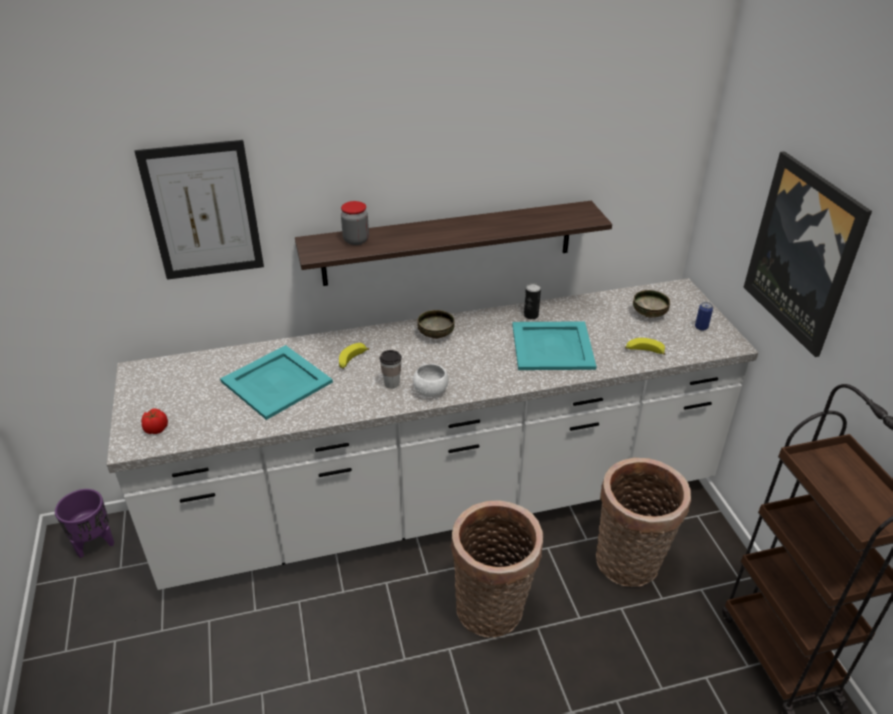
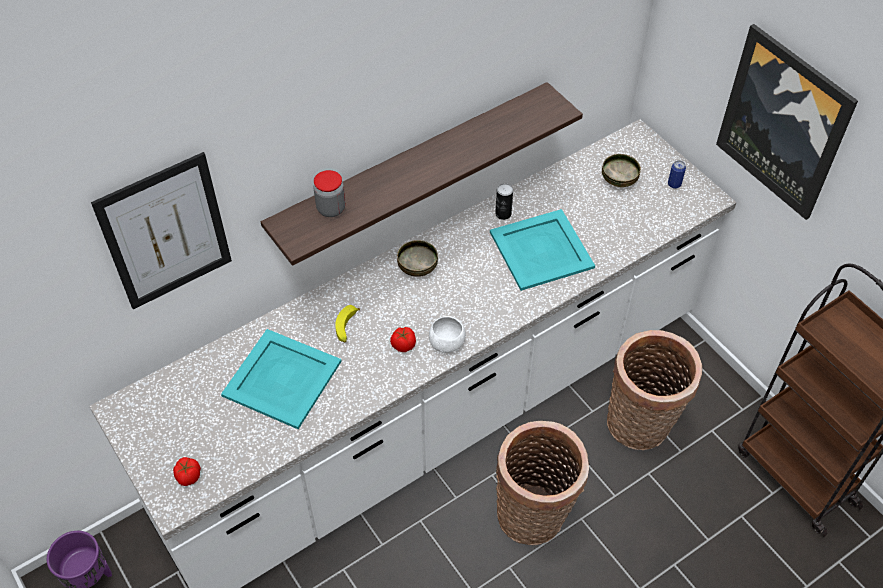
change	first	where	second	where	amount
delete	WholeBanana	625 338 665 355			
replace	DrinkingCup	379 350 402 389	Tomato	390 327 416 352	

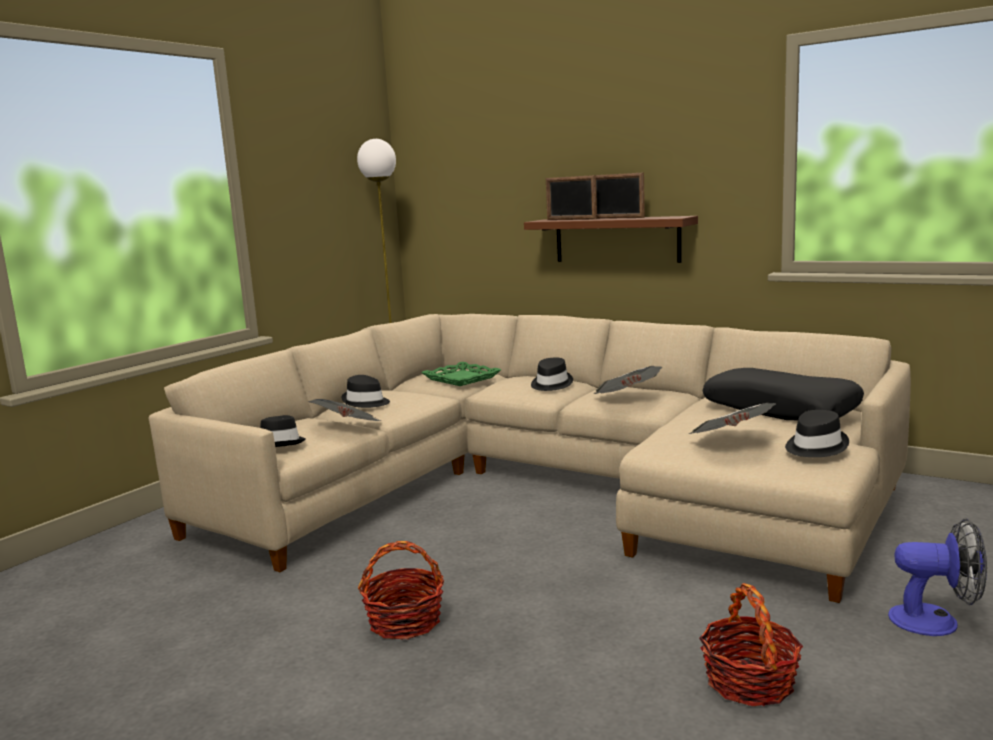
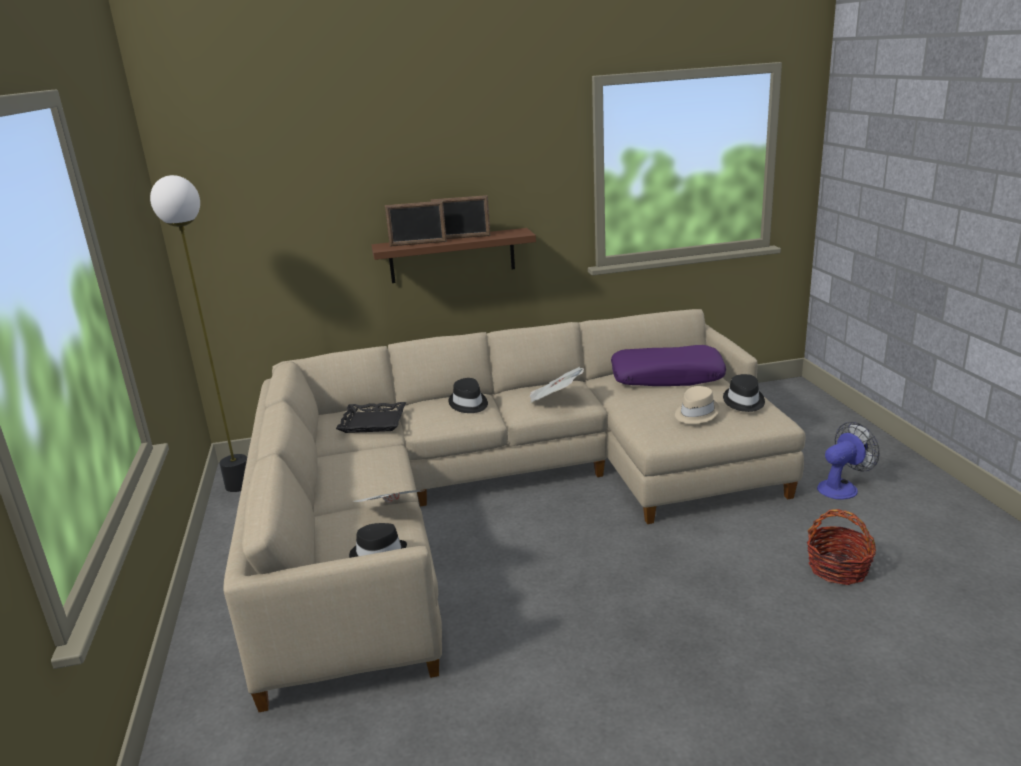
change	first	where	second	where	amount
delete	BlackColouredWearableHat	342 375 390 408			
delete	Basket	358 541 444 640			
replace	Newspaper	689 403 776 434	BeigeColouredWearableHat	675 386 719 424	
recolor	GreenColouredCarryingTray	421 362 501 386	BlackColouredCarryingTray	336 402 406 433	
recolor	BlackColouredPillow	703 368 864 420	PurplePillow	611 345 726 386	

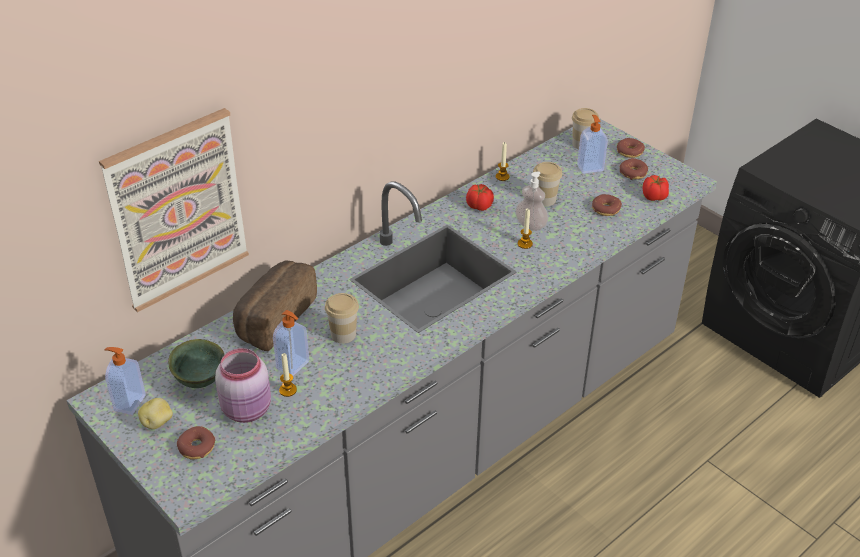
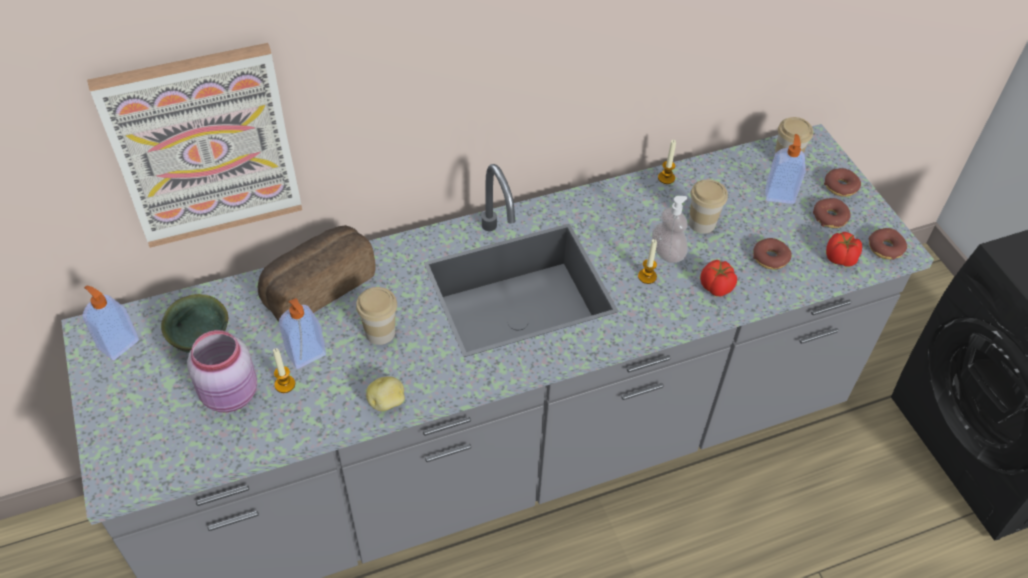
change	first	where	second	where	amount
move	WholePotato	138 398 173 429		366 376 405 411	
move	Doughnut	177 426 215 459		868 228 907 260	
move	Tomato	466 184 494 211		700 260 737 296	

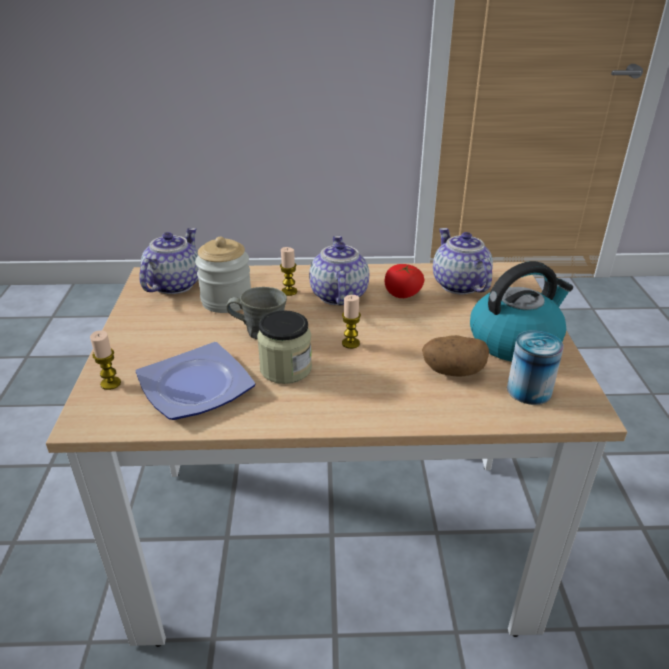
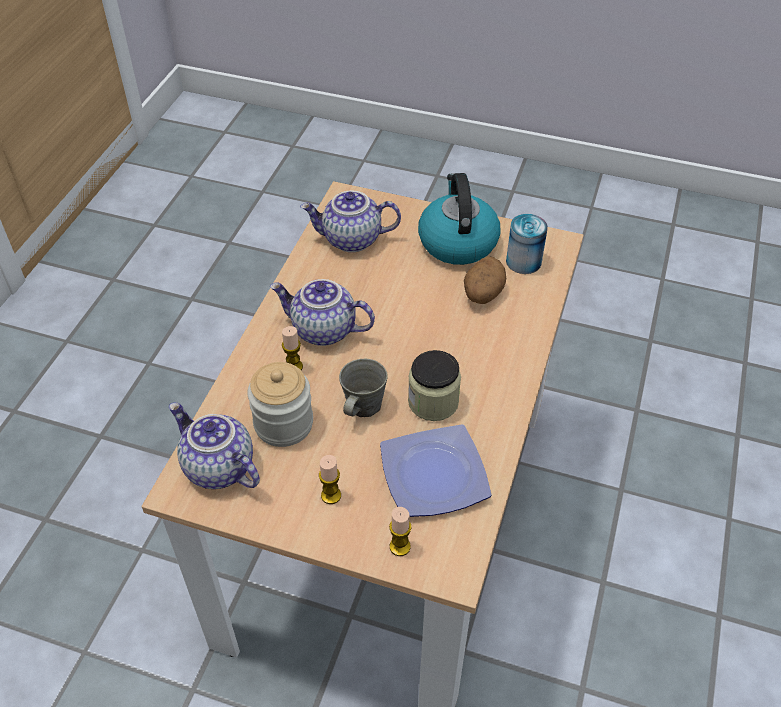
change	first	where	second	where	amount
delete	Tomato	385 264 424 298			
move	WaxCandle	342 295 361 349		319 455 341 504	

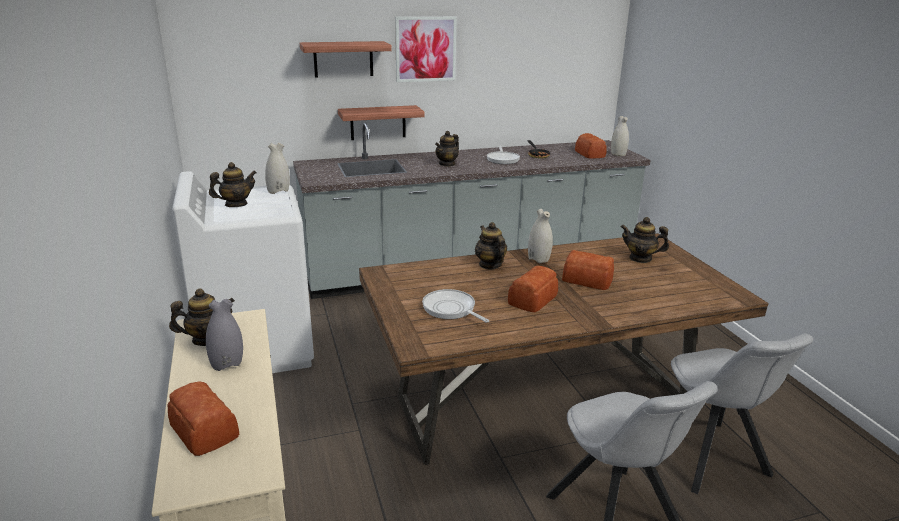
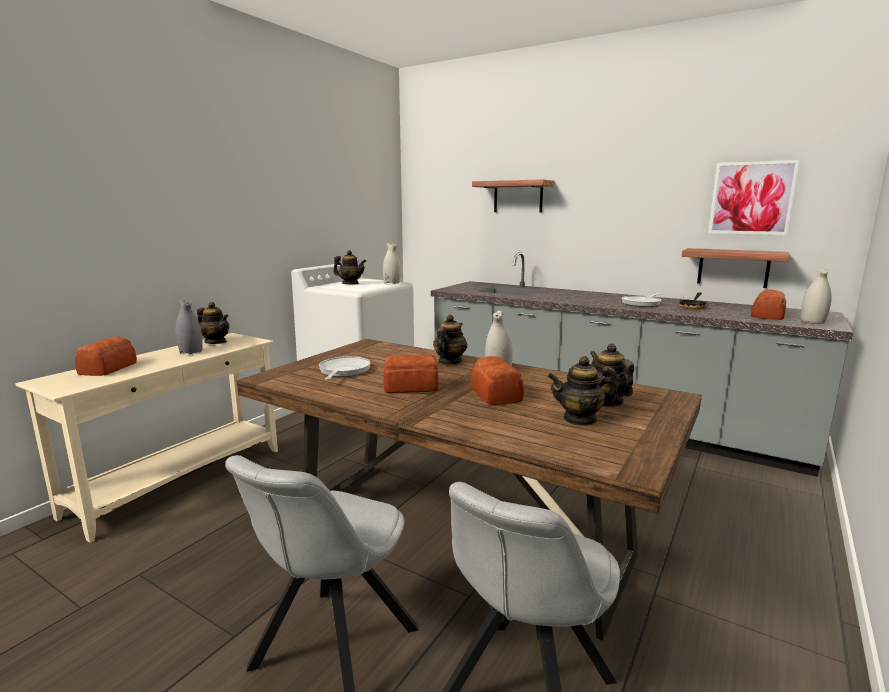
change	first	where	second	where	amount
move	BracketShelf	338 105 425 140		682 248 789 288	
move	Picture	395 17 457 82		708 160 800 235	
move	TeaPot	435 131 459 167		547 356 618 426	

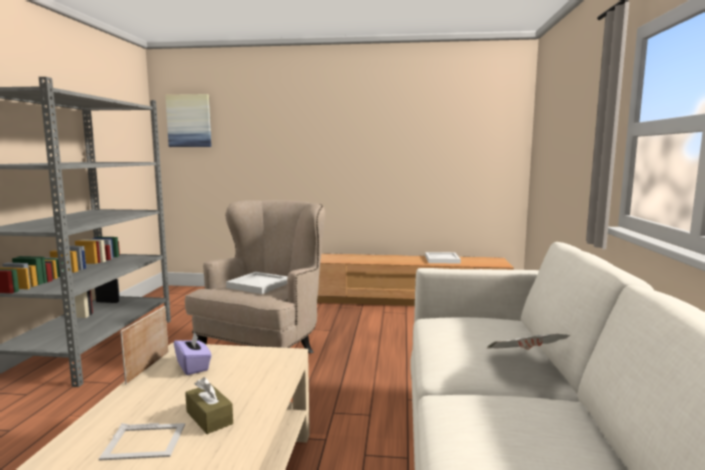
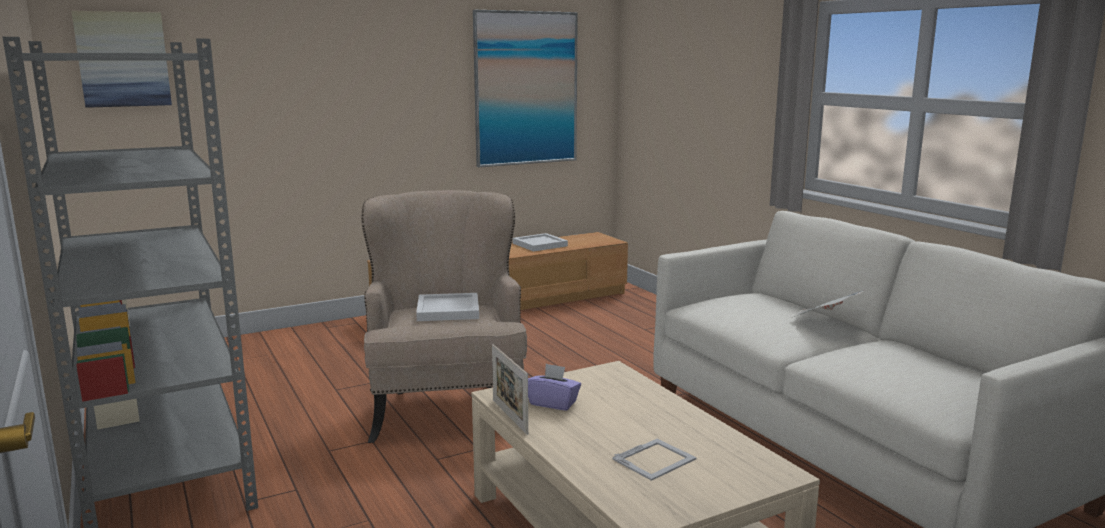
change	first	where	second	where	amount
delete	BrownColouredTissueBox	185 377 233 434			
insert			Picture	473 10 578 167	

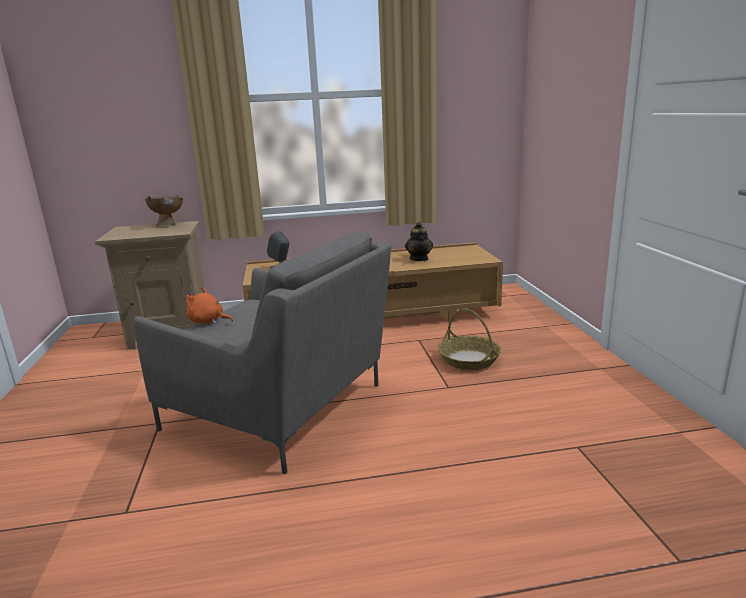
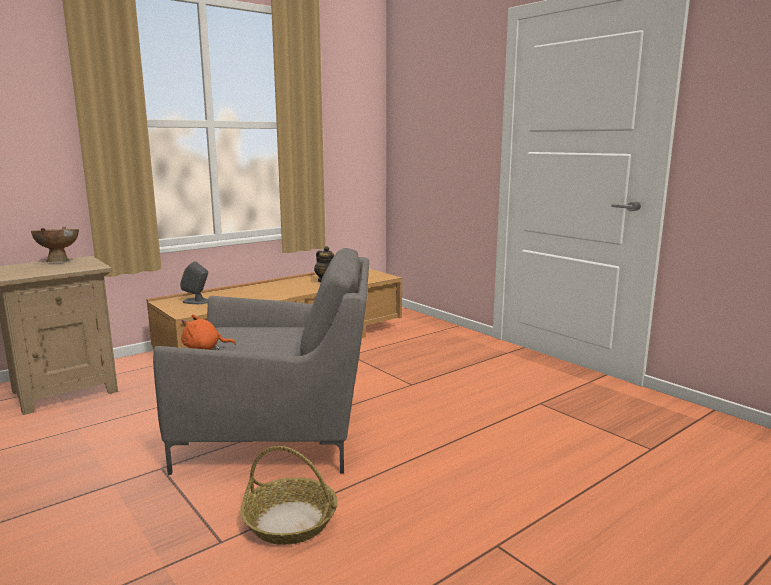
change	first	where	second	where	amount
move	Basket	438 309 502 370		240 446 338 545	

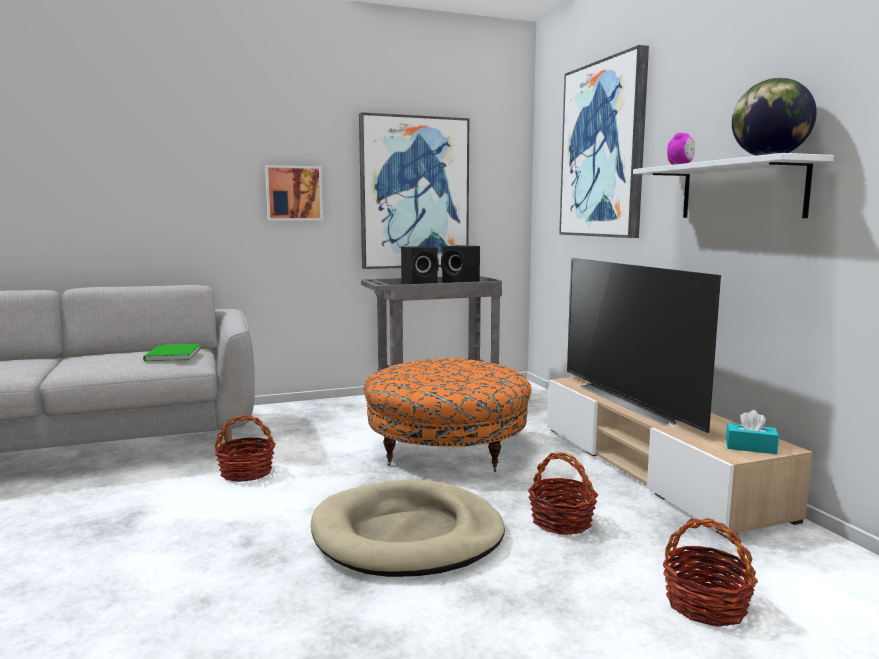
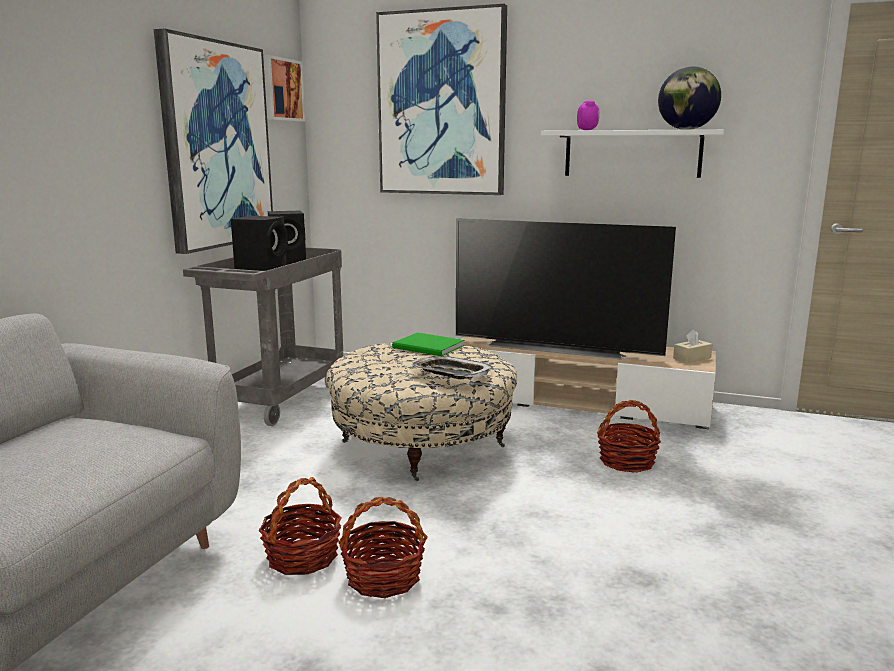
change	first	where	second	where	amount
delete	BeigeColouredDogCushion	311 479 505 577			
insert			CarryingTray	411 356 491 379	
move	GreenColouredVolume	143 344 200 361		392 333 465 356	
move	Picture	265 165 323 221		263 55 305 122	
move	Basket	663 518 758 627		338 497 428 598	
recolor	OrangeColouredFootrest	364 358 532 472	BeigeColouredFootrest	326 343 517 481	
recolor	TurquoiseTissueBox	726 410 779 454	BeigeColouredTissueBox	673 329 713 363	

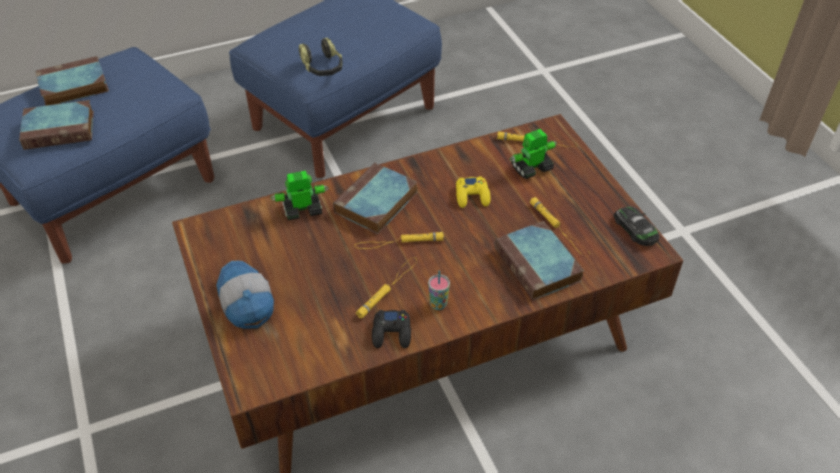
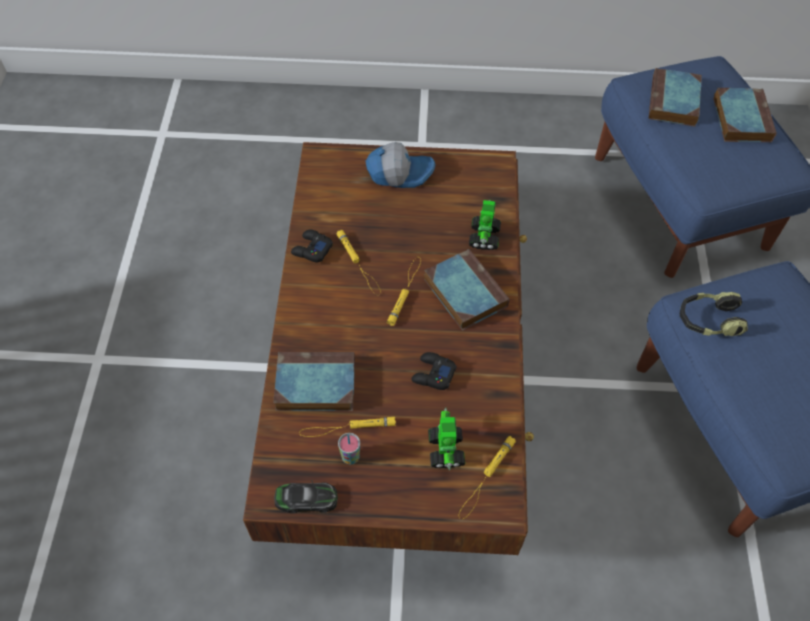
change	first	where	second	where	amount
move	DrinkingCup	428 270 450 310		338 433 360 464	
recolor	YellowishGameController	456 176 491 208	BlackColouredGameController	411 352 457 390	

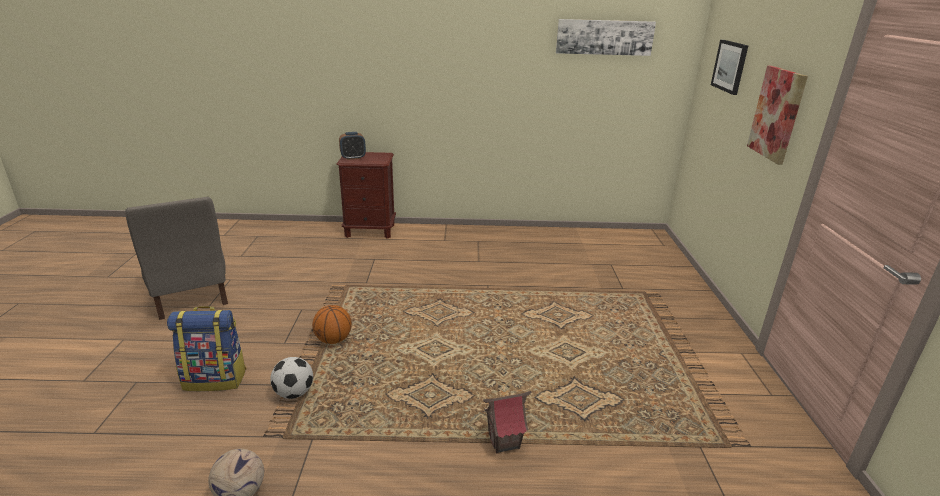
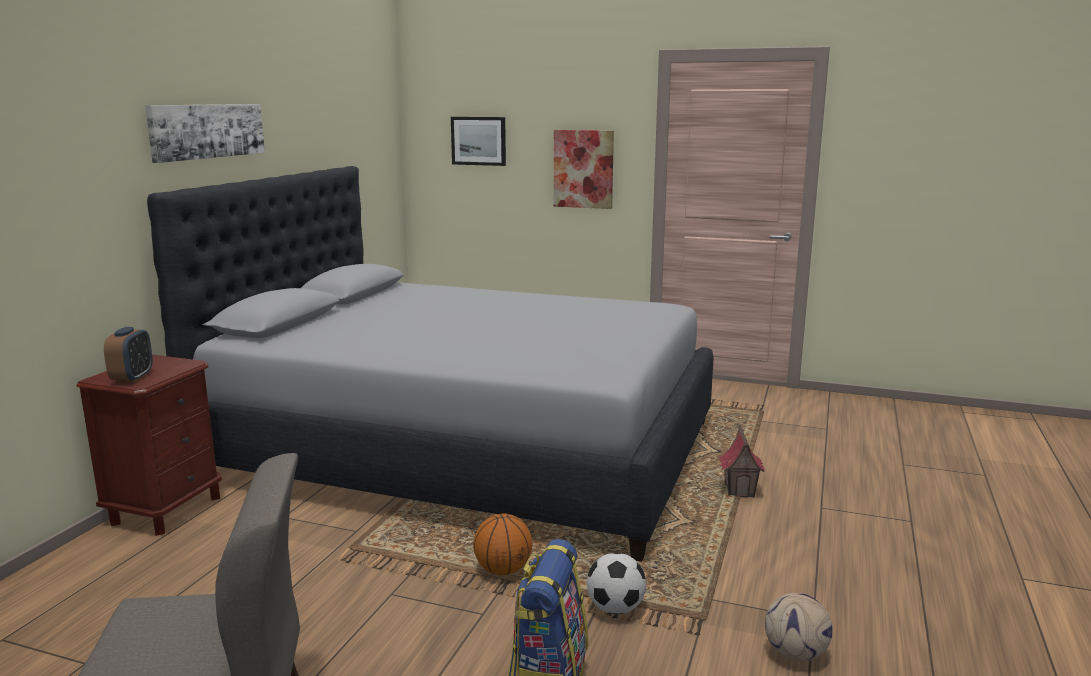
change	first	where	second	where	amount
insert			GraySleepingBed	147 166 714 562	
move	Picture	556 19 656 56		145 104 265 163	

